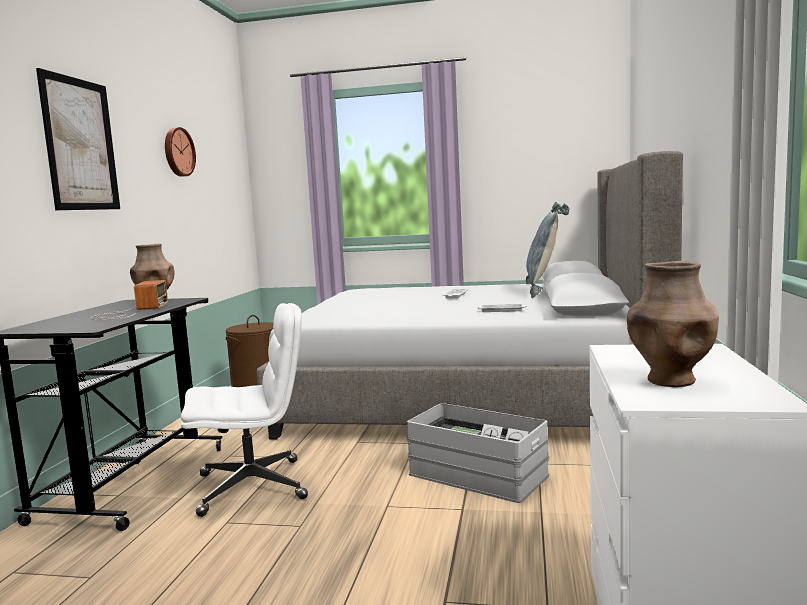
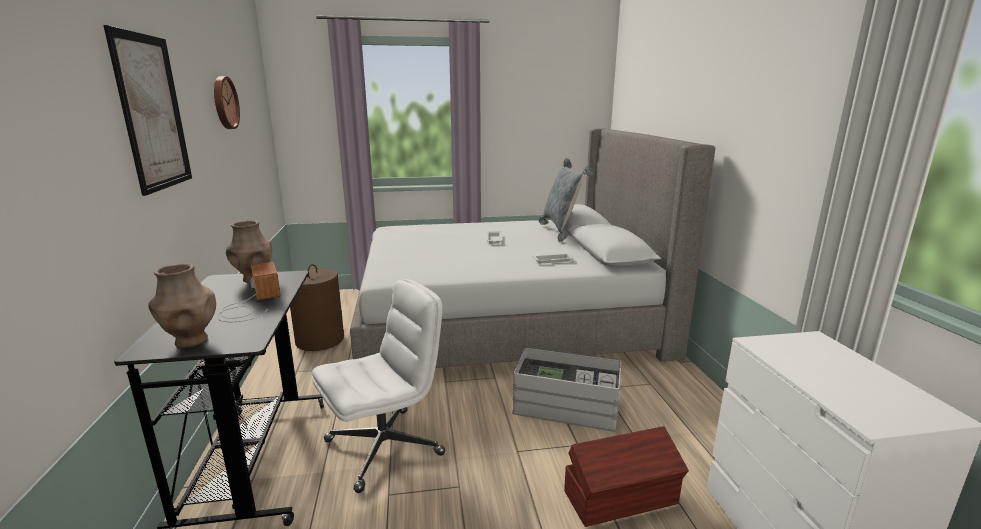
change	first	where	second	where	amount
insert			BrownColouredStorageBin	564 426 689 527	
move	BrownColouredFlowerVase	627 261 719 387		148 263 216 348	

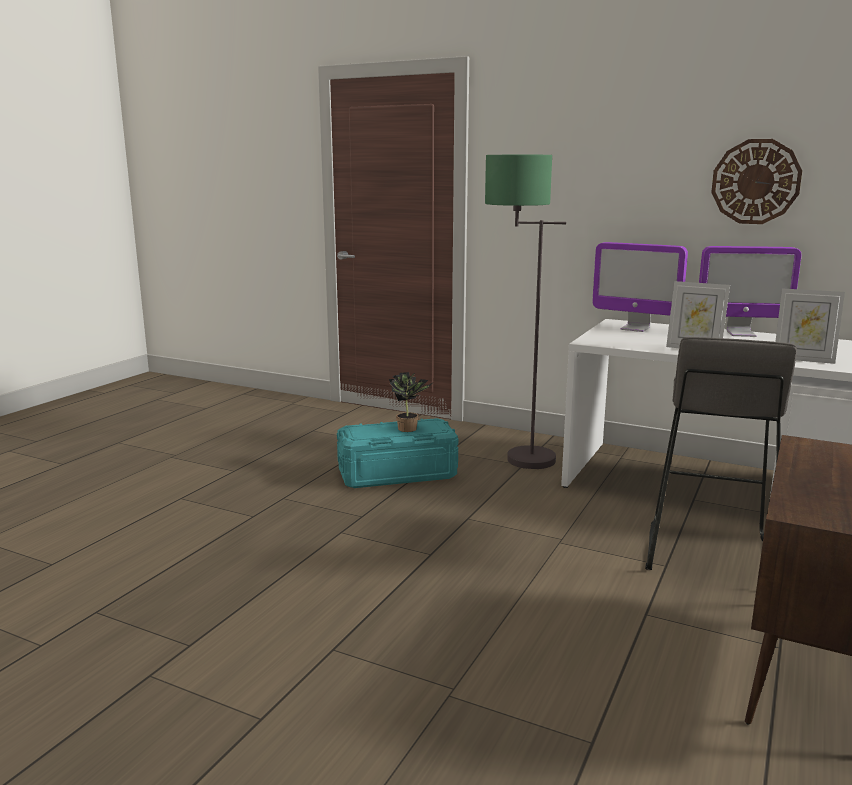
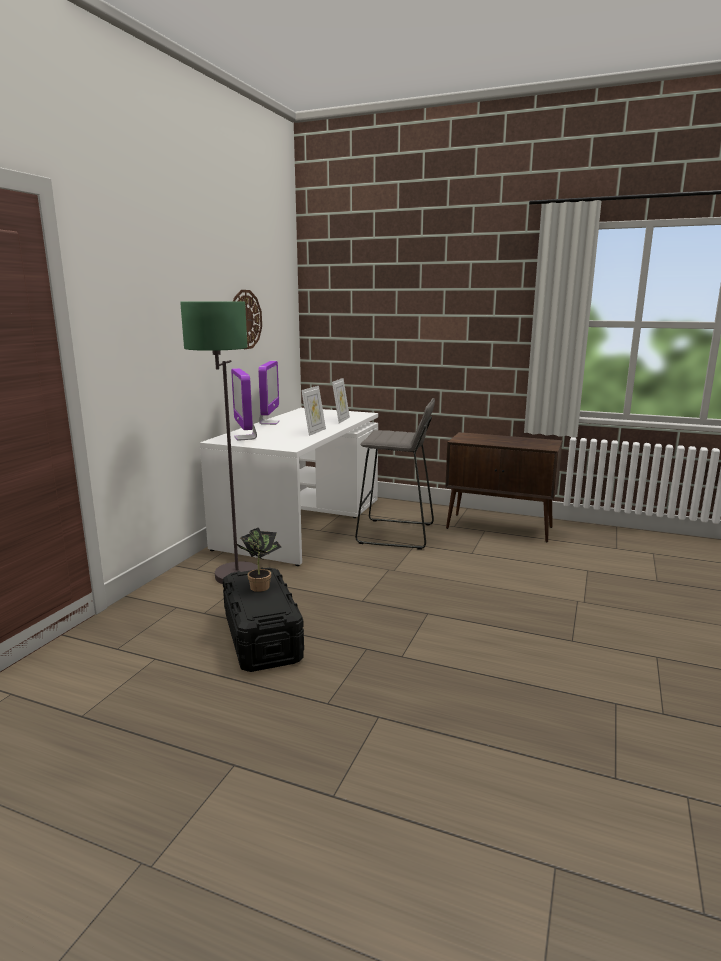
change	first	where	second	where	amount
recolor	TurquoiseStorageBin	337 418 458 488	BlackColouredStorageBin	223 567 304 672	
rotate	ComputerDisplay	593 242 688 332		231 368 257 441	135 degrees clockwise

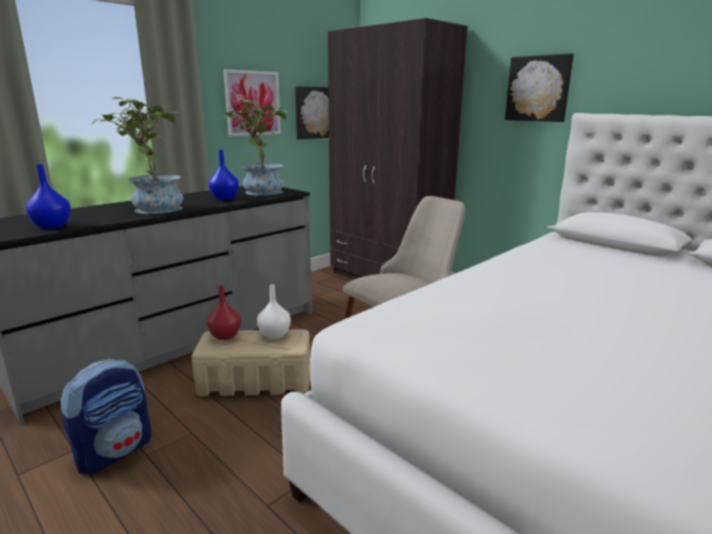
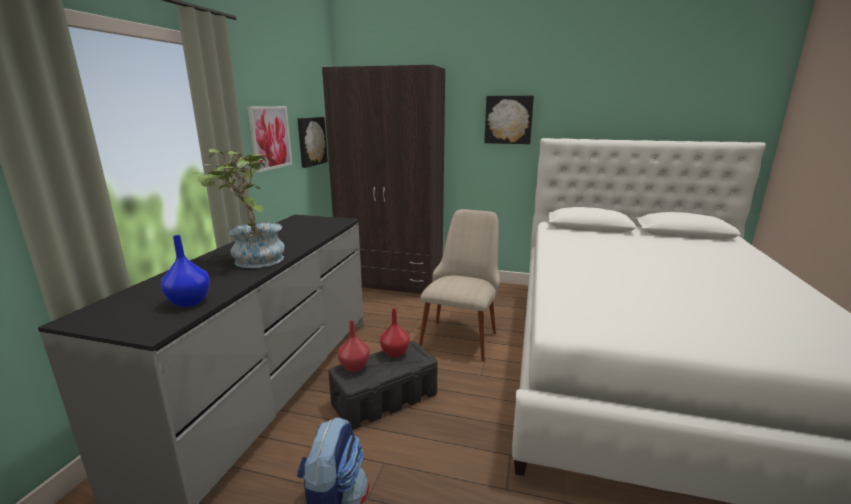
change	first	where	second	where	amount
delete	BlueColouredFlowerVase	208 150 239 200			
delete	PottedPlant	223 98 288 196			
recolor	BeigeColouredStorageBin	191 329 310 396	BlackColouredStorageBin	328 341 437 430	
recolor	WhiteFlowerVase	257 284 291 339	RedColouredFlowerVase	380 309 410 358	

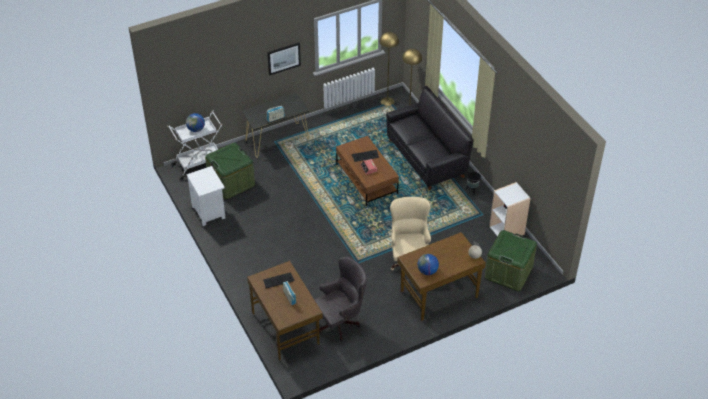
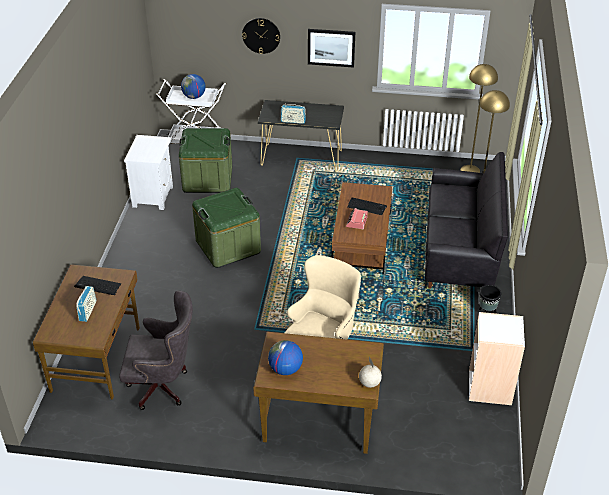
change	first	where	second	where	amount
insert			ClockOnTheWall	242 18 280 54	
move	GreenColouredStorageBin	485 230 537 291		192 188 261 268	

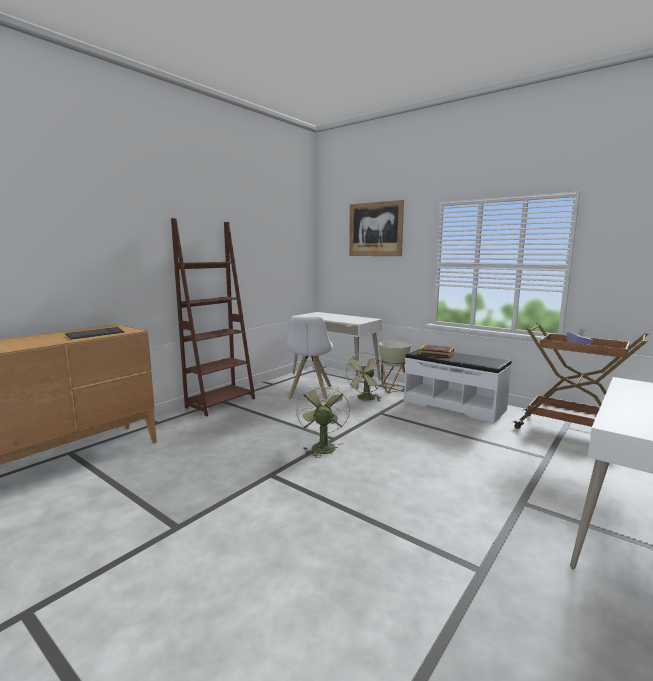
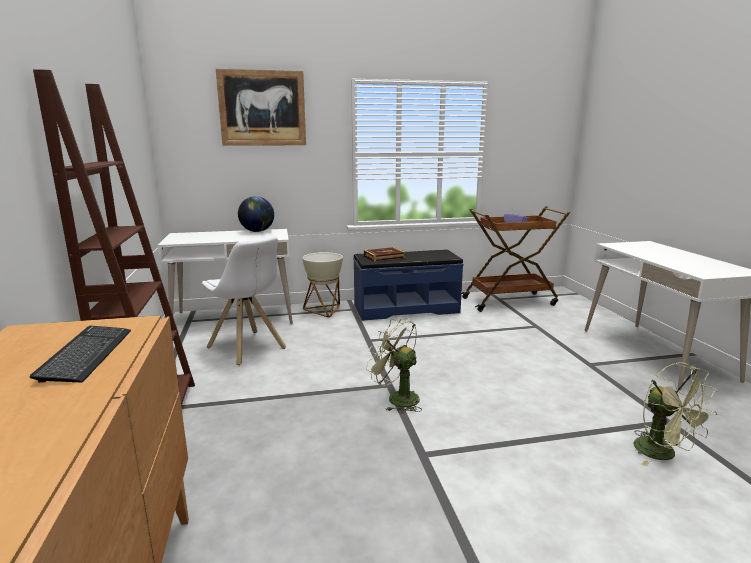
change	first	where	second	where	amount
insert			Globe	238 196 274 232	
move	GreenColouredFan	344 352 384 401		633 362 718 466	
recolor	WhiteLongSeat	404 349 512 423	BlueColouredLongSeat	353 249 464 321	

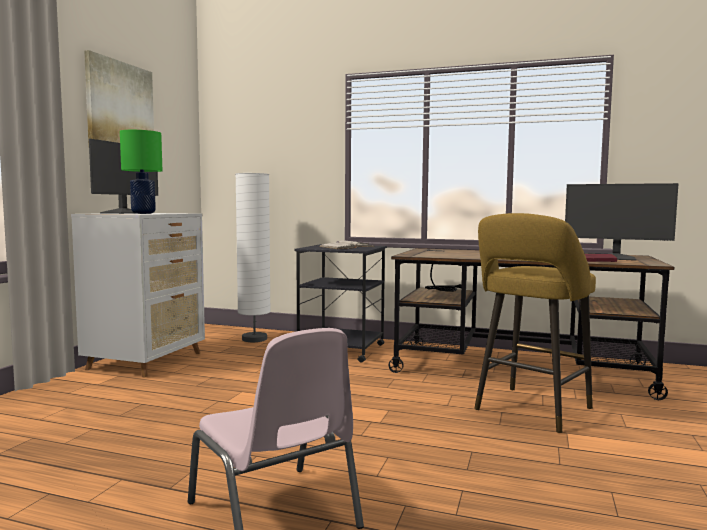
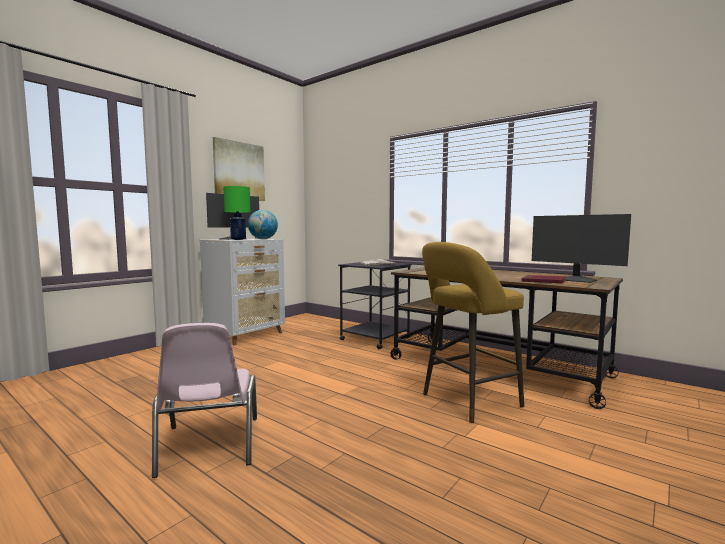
change	first	where	second	where	amount
delete	WhiteStandingLamp	235 173 271 342			
insert			Globe	248 210 278 239	

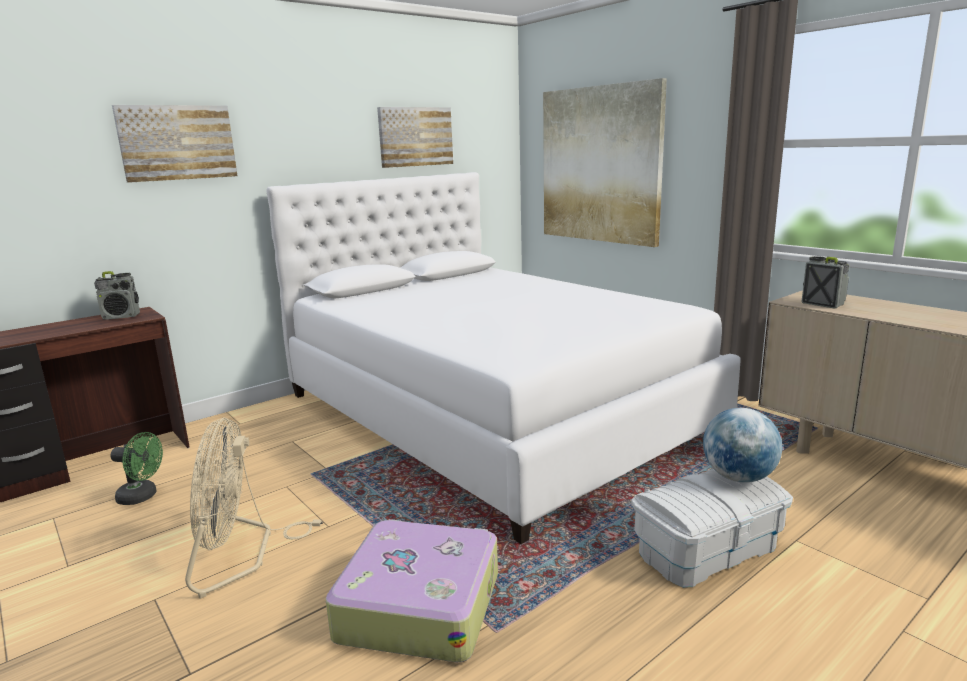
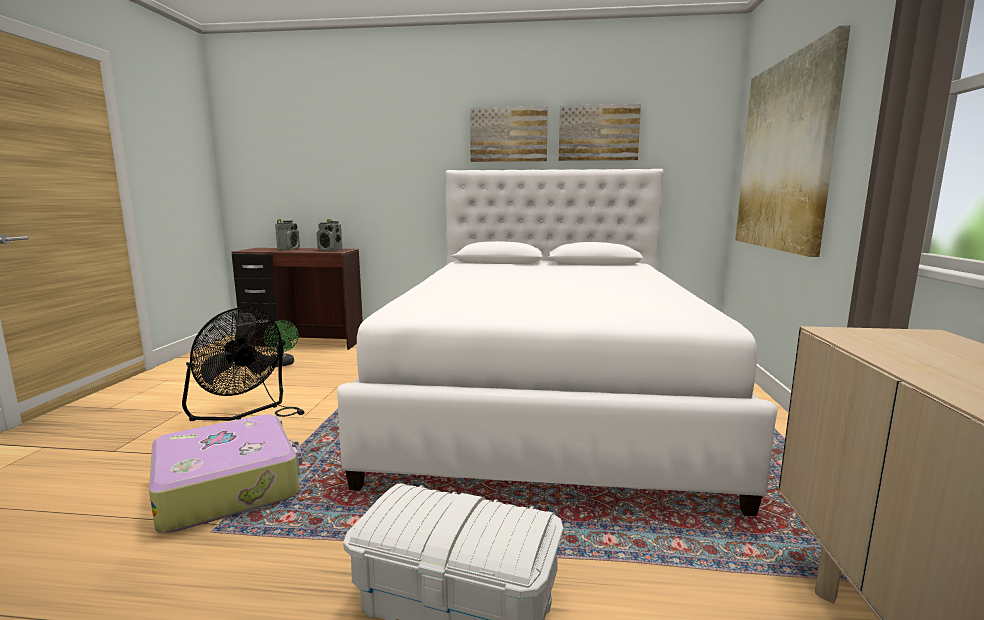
change	first	where	second	where	amount
delete	Globe	703 408 782 483			
move	Picture	112 105 237 183		470 106 548 162	
move	Radio	802 256 849 309		275 219 300 250	
recolor	BeigeColouredFan	185 417 324 599	BlackColouredFan	182 307 304 421	

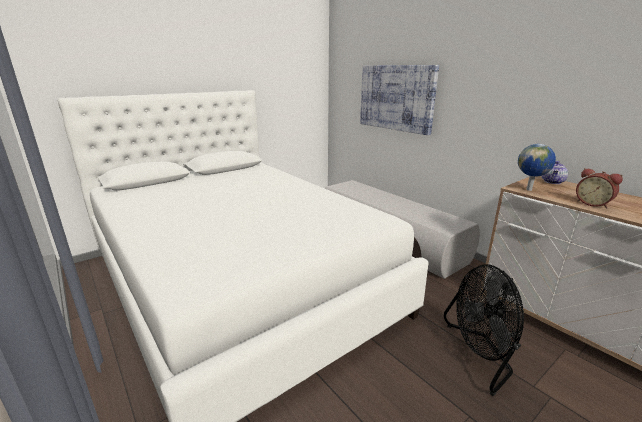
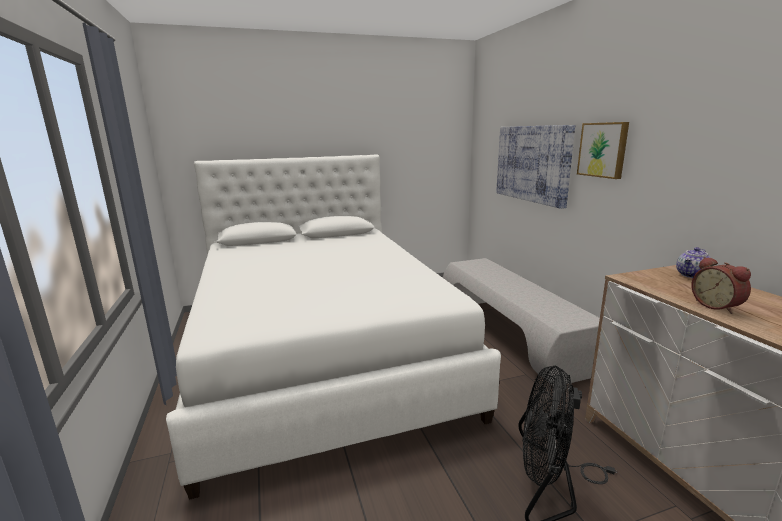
change	first	where	second	where	amount
delete	Globe	518 144 556 191			
insert			Picture	577 122 629 179	

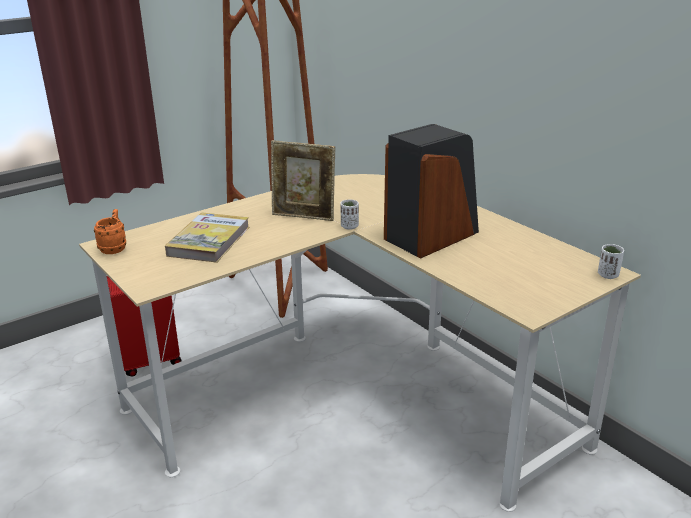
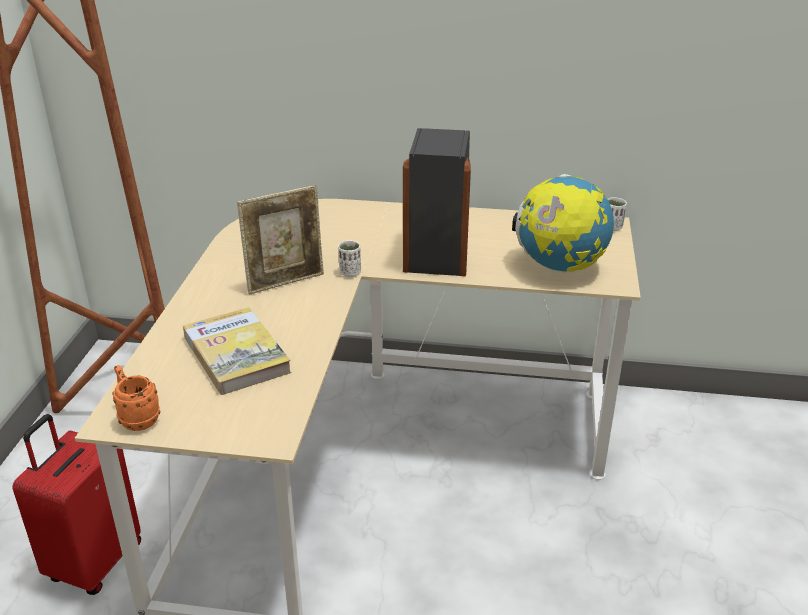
change	first	where	second	where	amount
insert			Globe	512 174 614 272	

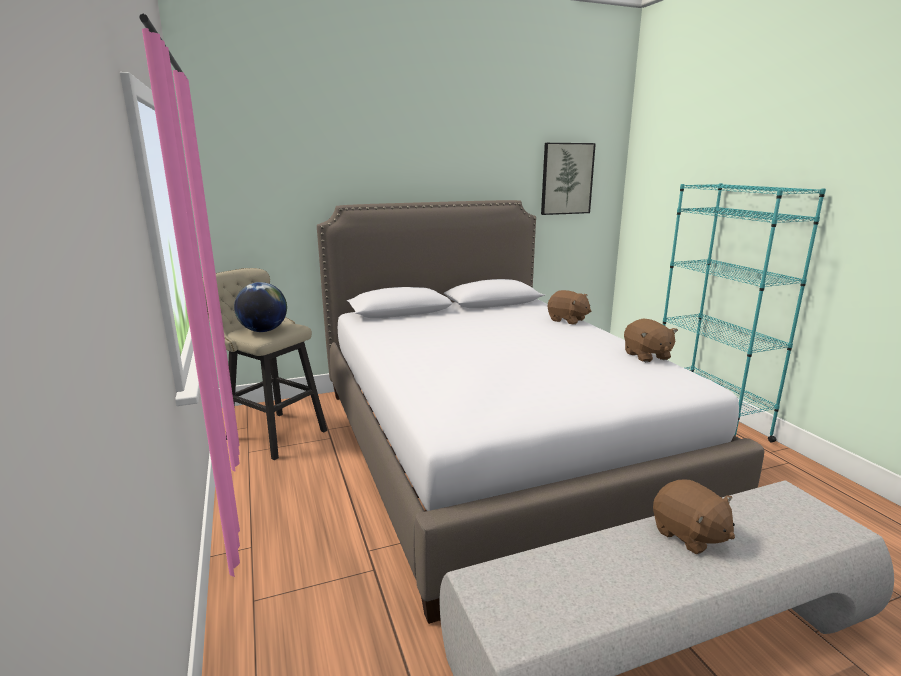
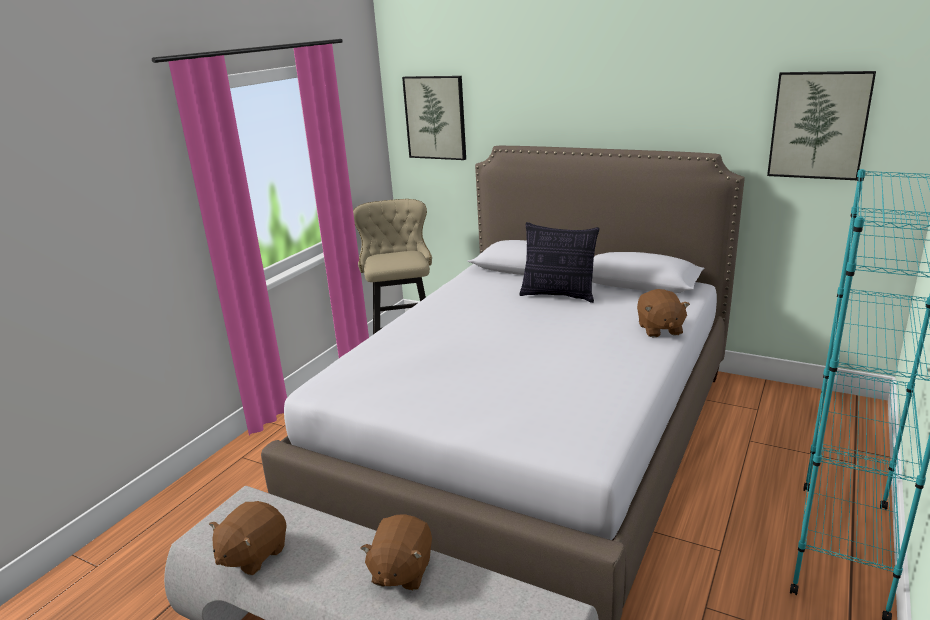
change	first	where	second	where	amount
delete	Globe	234 282 287 332			
insert			Picture	402 76 466 160	
insert			Pillow	520 222 599 303	
move	BrownColouredPlushToy	624 318 678 362		209 501 287 575	

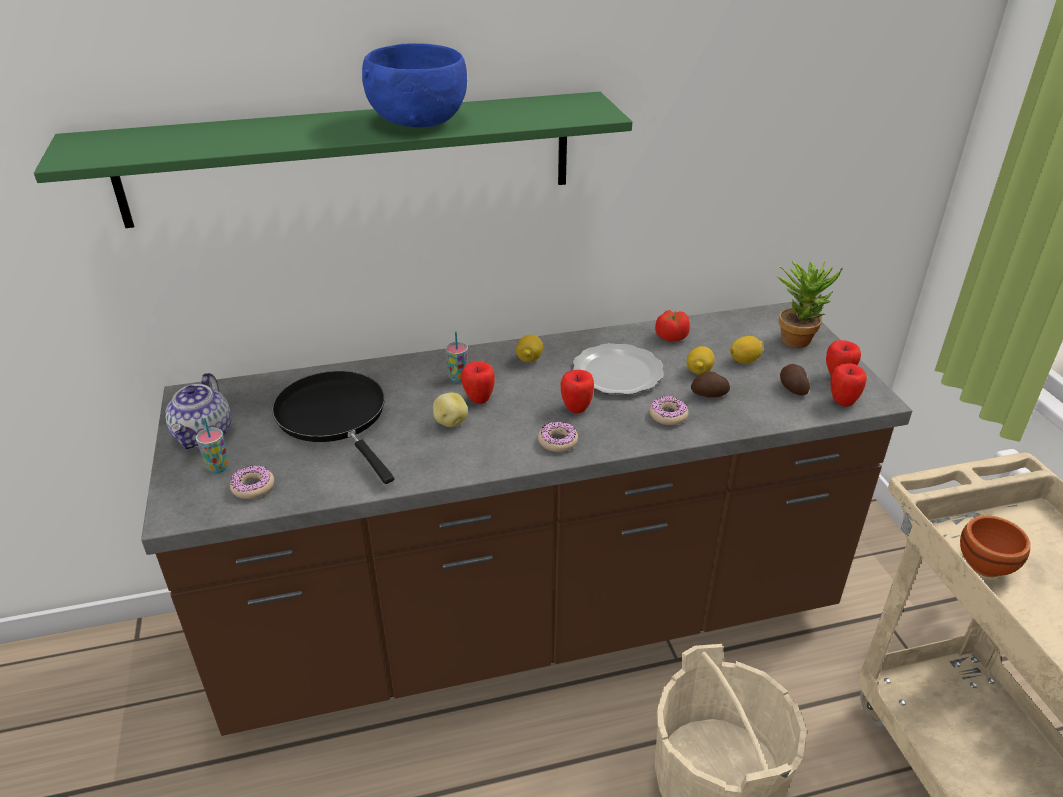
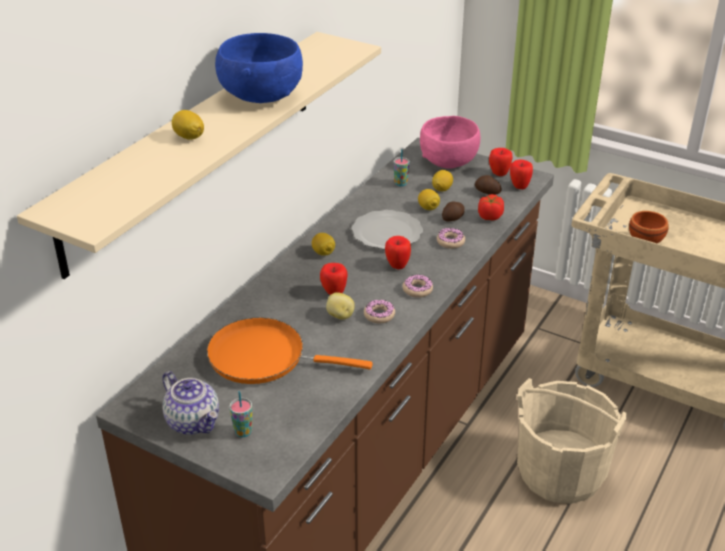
change	first	where	second	where	amount
insert			WholeLemon	172 110 204 140	
move	Doughnut	230 465 274 499		364 300 395 323	
move	DrinkingCup	445 332 468 382		393 149 410 186	
move	Tomato	655 310 690 341		478 194 504 220	
replace	PottedPlant	776 261 843 348	PinkBowl	420 116 480 169	
recolor	GreenColouredBracketShelf	34 92 632 228	BeigeColouredBracketShelf	17 32 381 279	
recolor	BlackColouredPan	272 371 394 484	OrangeColouredPan	207 318 373 384	

